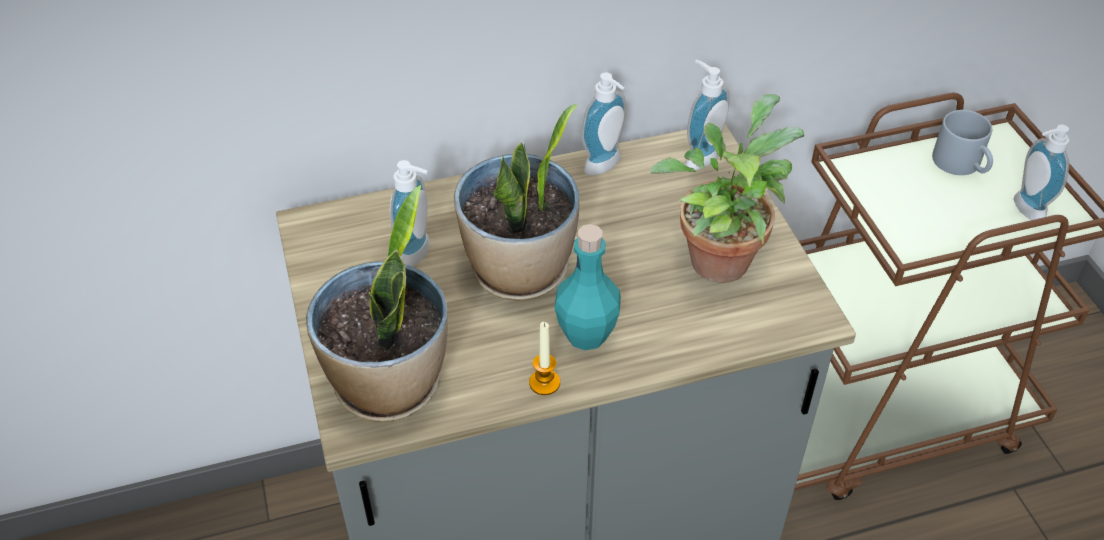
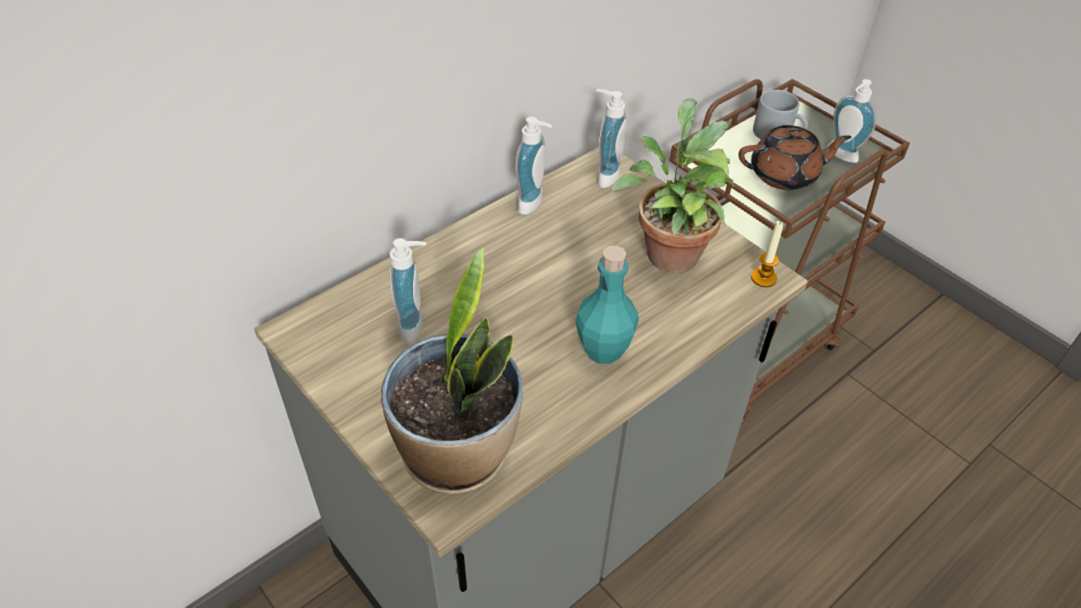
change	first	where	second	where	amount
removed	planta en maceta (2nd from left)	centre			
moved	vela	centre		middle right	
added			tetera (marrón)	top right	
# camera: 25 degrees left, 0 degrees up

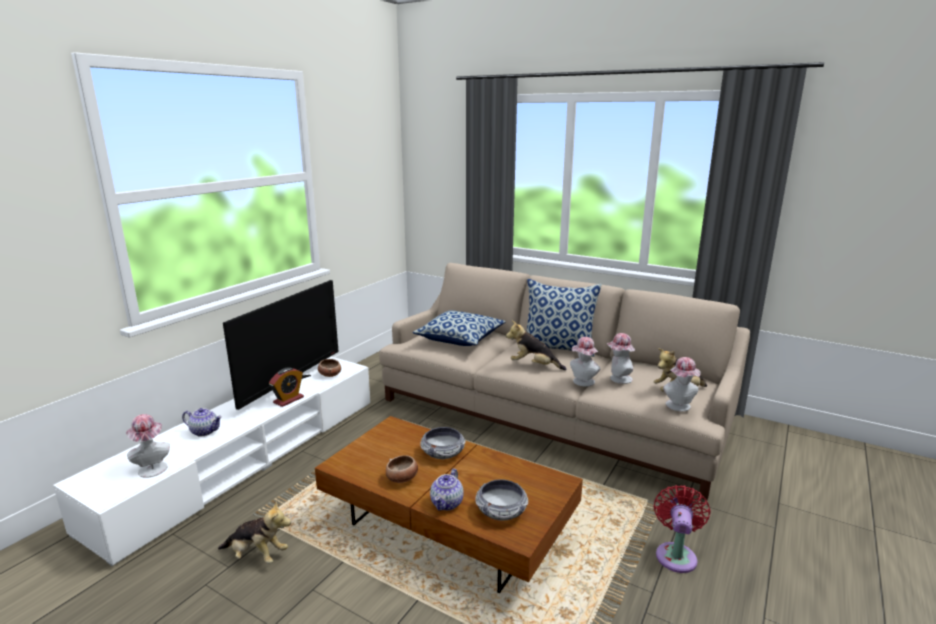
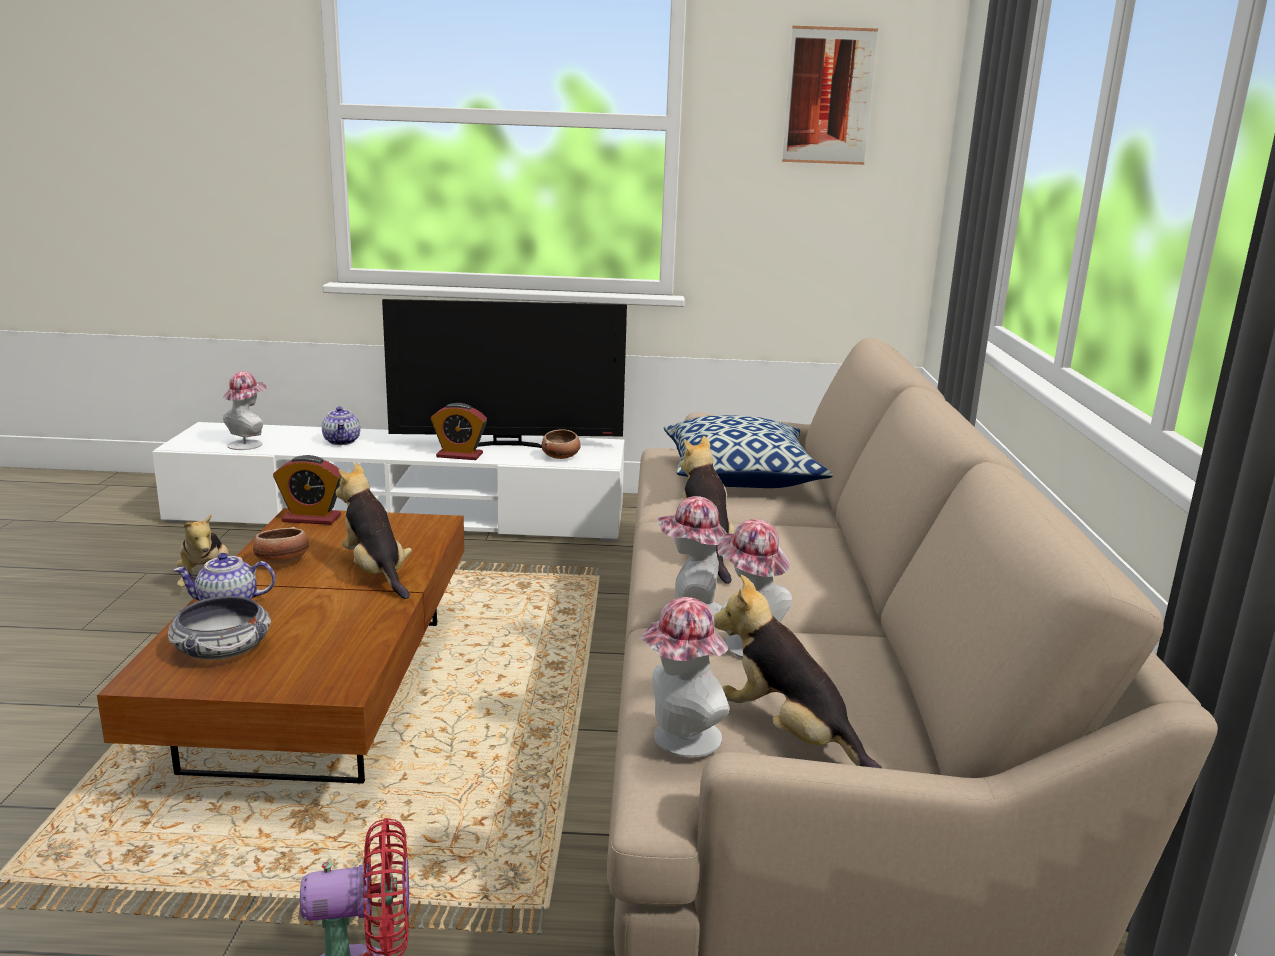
change	first	where	second	where	amount
removed	cojín (2nd from left)	centre			
replaced	cuenco (3rd from left)	bottom centre	peluche (2nd from left)	middle left	
added			cuadro	top centre	
added			despertador (1st from left)	middle left	
# camera: 60 degrees right, 0 degrees up

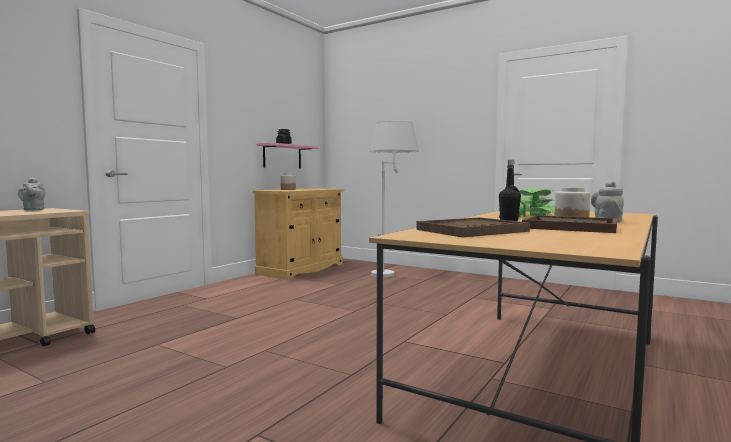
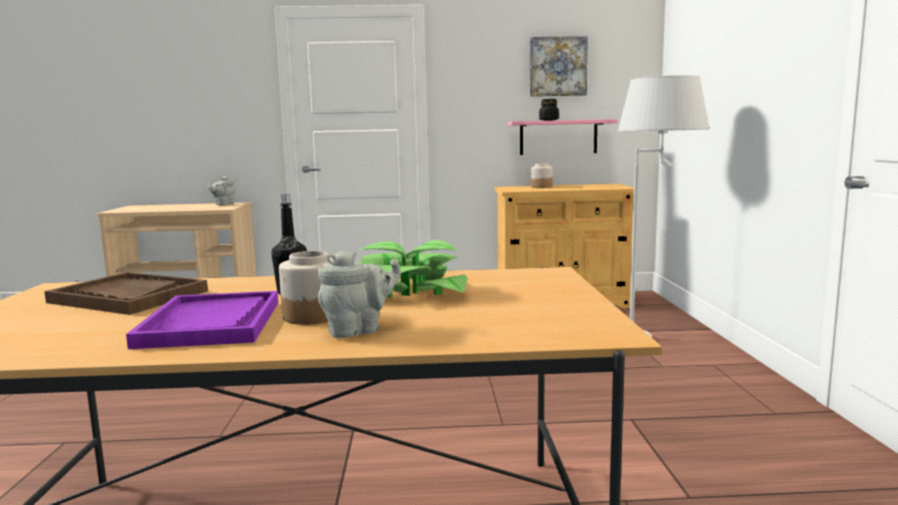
change	first	where	second	where	amount
recoloured	bandeja (marrón) (2nd from left)	middle right	bandeja (morado)	middle left	
added			cuadro	top centre	
# camera: 55 degrees right, 5 degrees up

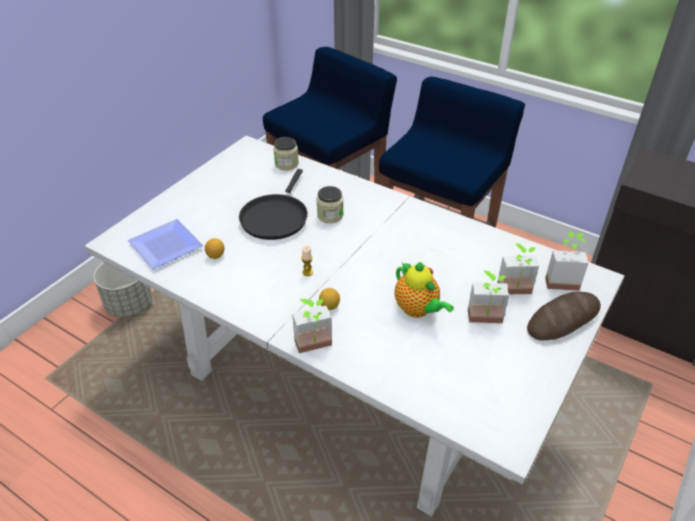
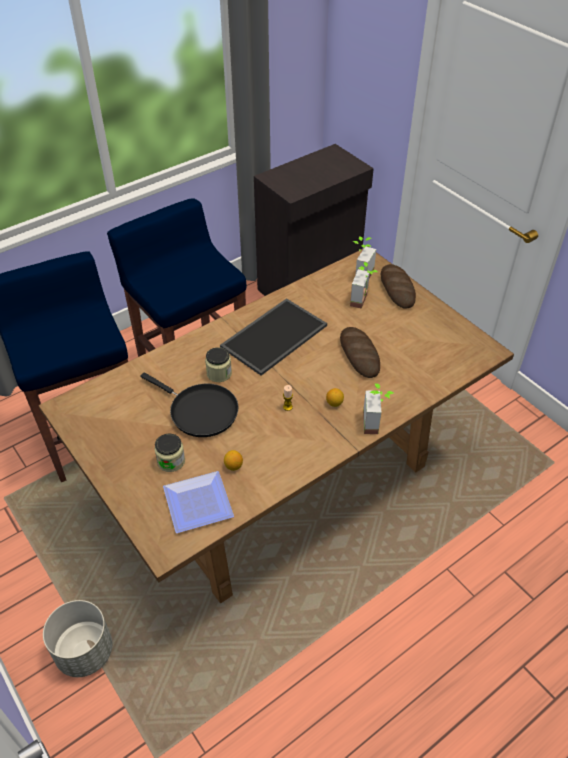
change	first	where	second	where	amount
recoloured	mesa de comedor (blanco)	centre	mesa de comedor (marrón)	centre	
moved	tarro (1st from left)	top centre		middle left	
replaced	tetera	centre	pan (1st from left)	centre	
removed	planta en maceta (2nd from left)	middle right			
added			bandeja	centre	
# camera: 70 degrees left, 5 degrees up

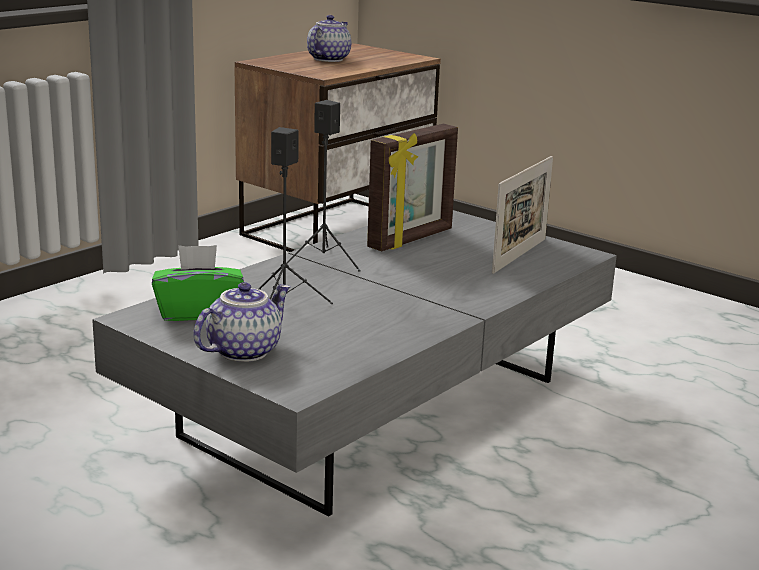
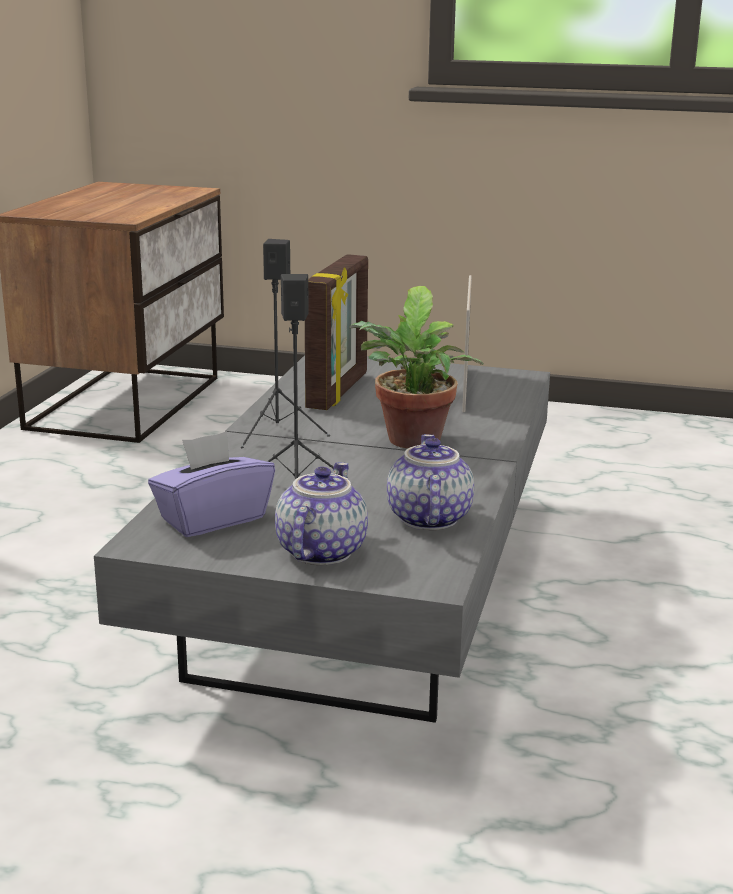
change	first	where	second	where	amount
moved	tetera (2nd from left)	top centre		centre	
recoloured	caja de pañuelos (verde)	middle left	caja de pañuelos (morado)	middle left	
added			planta en maceta	centre	
# camera: 25 degrees left, 0 degrees up

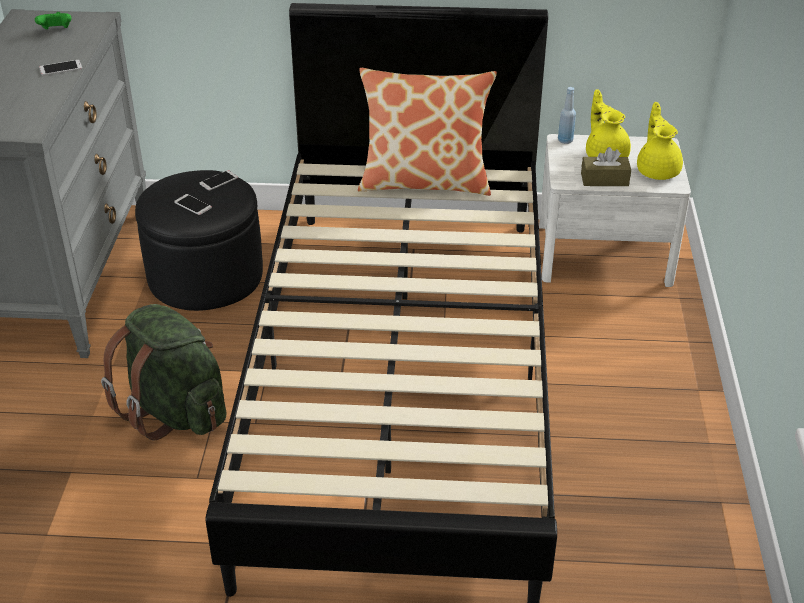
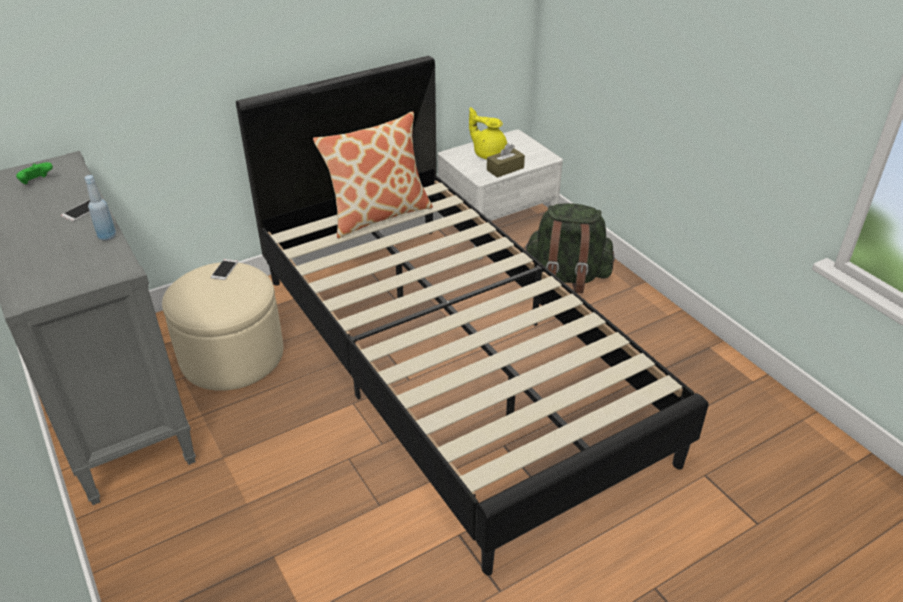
change	first	where	second	where	amount
moved	botella (azul)	top right		middle left	
removed	tetera (amarillo) (2nd from left)	top right			
recoloured	puf (negro)	middle left	puf (beis)	middle left	
removed	móvil (2nd from left)	middle left			
moved	mochila (verde)	middle left		centre	
# camera: 35 degrees left, 0 degrees up

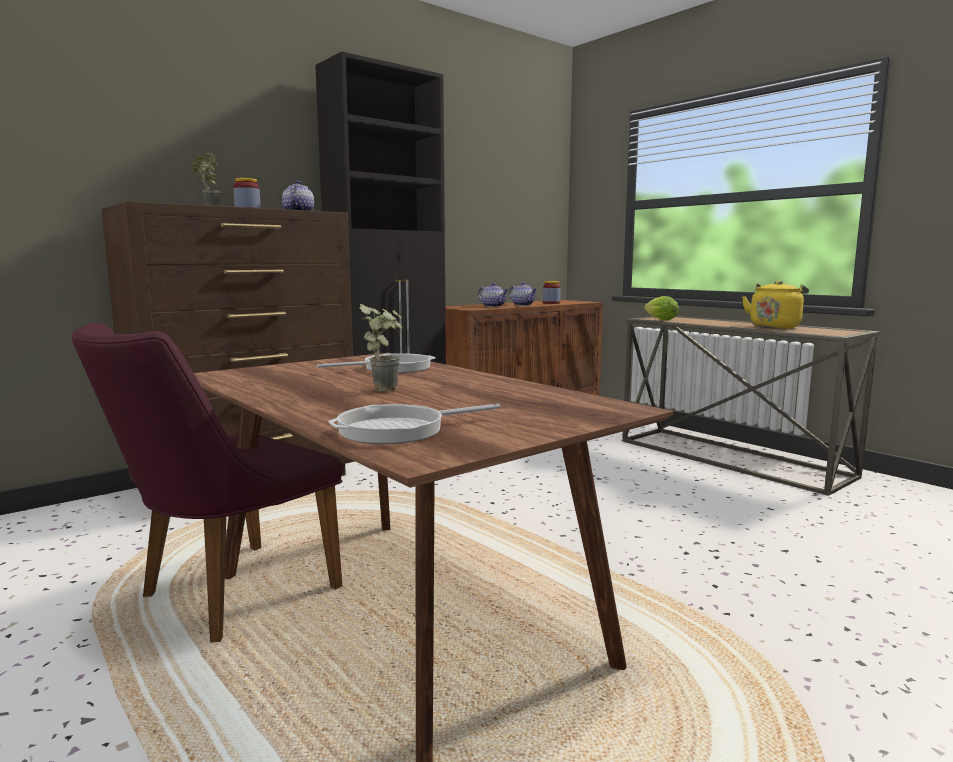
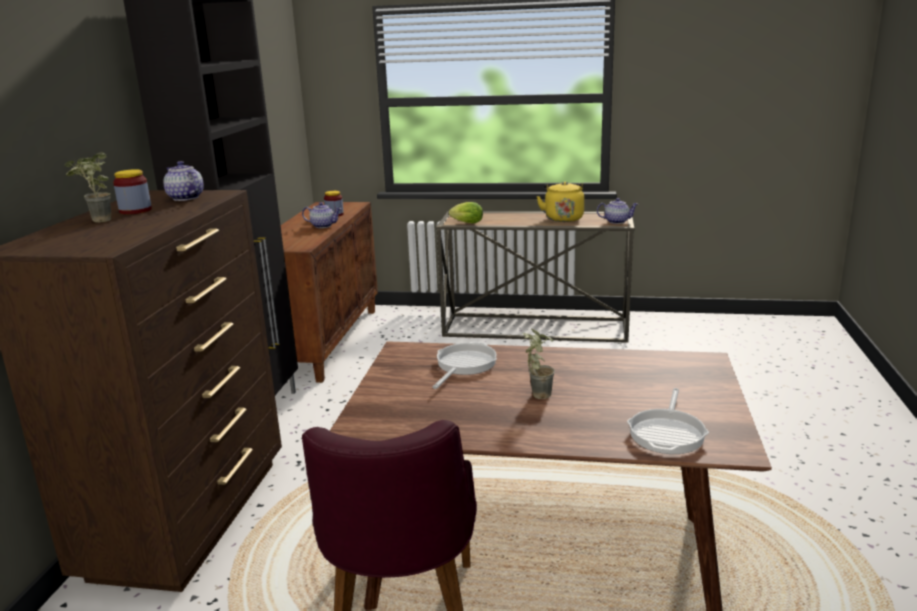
change	first	where	second	where	amount
moved	tetera (2nd from left in the first image)	centre	tetera (3rd from left)	middle right	
# camera: 40 degrees left, 10 degrees up

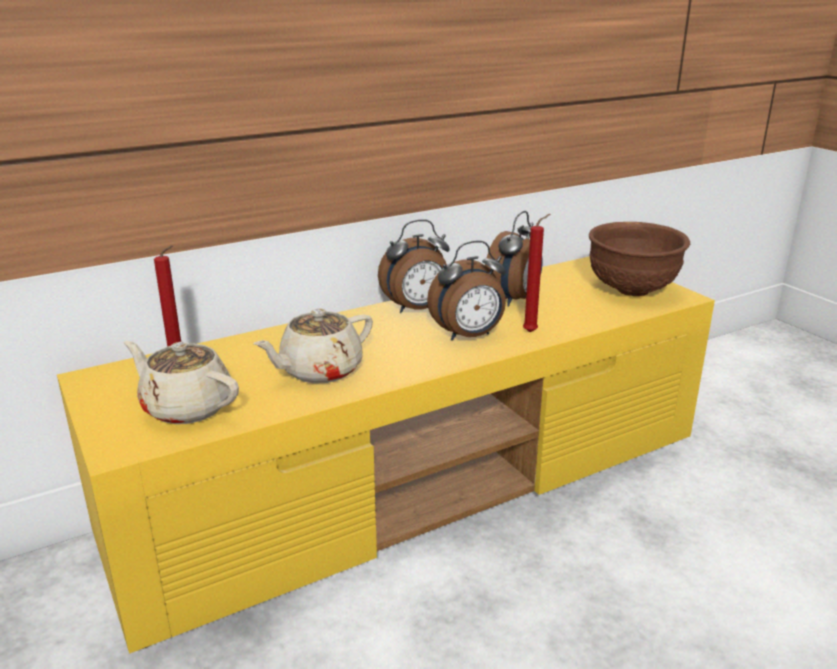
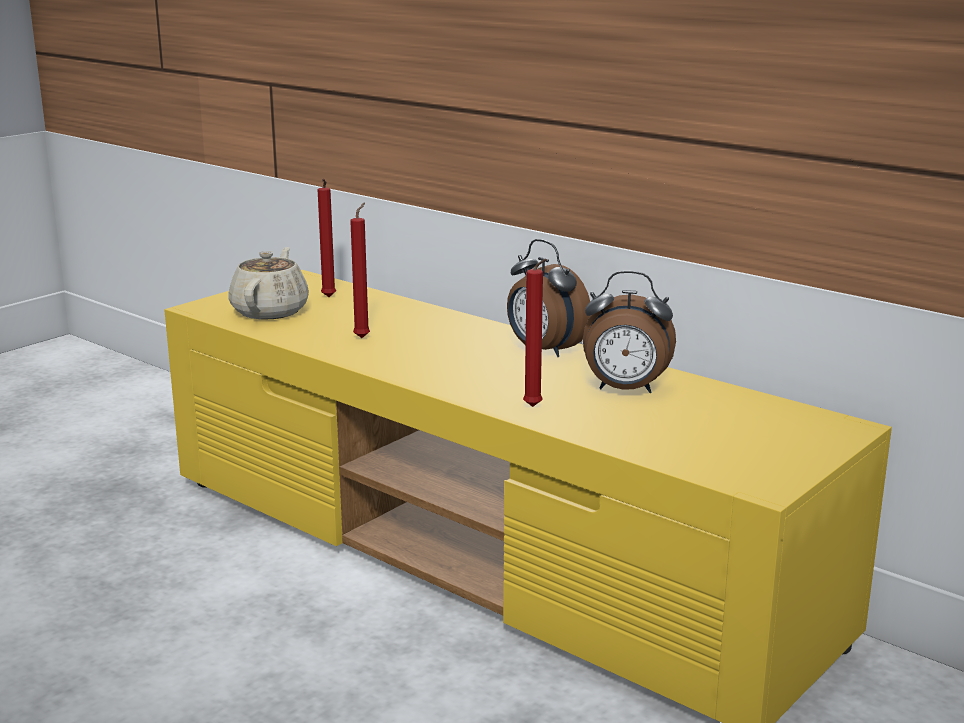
change	first	where	second	where	amount
removed	cuenco (marrón)	middle right			
removed	despertador (2nd from left)	centre			
replaced	tetera (beis) (2nd from left)	centre	vela (rojo) (2nd from left)	centre	
# camera: 70 degrees right, 5 degrees down

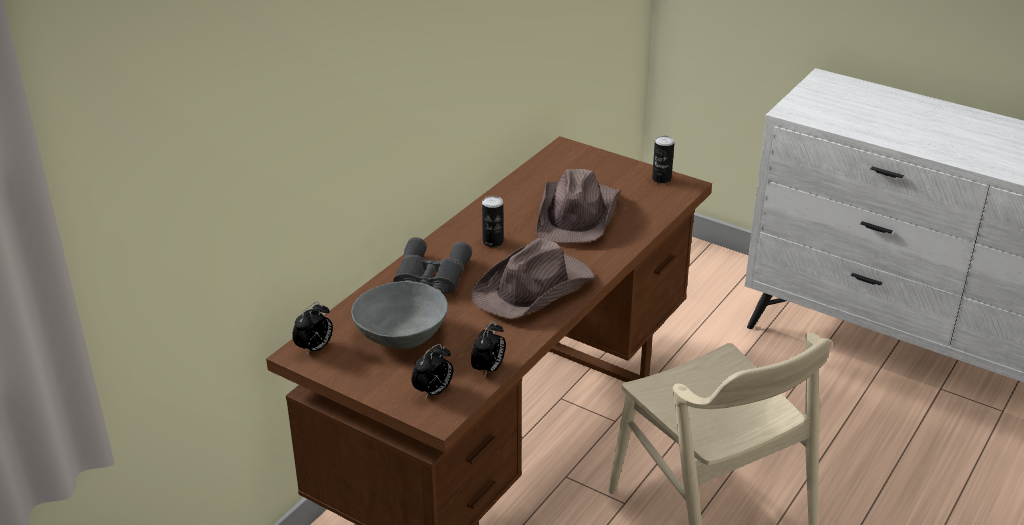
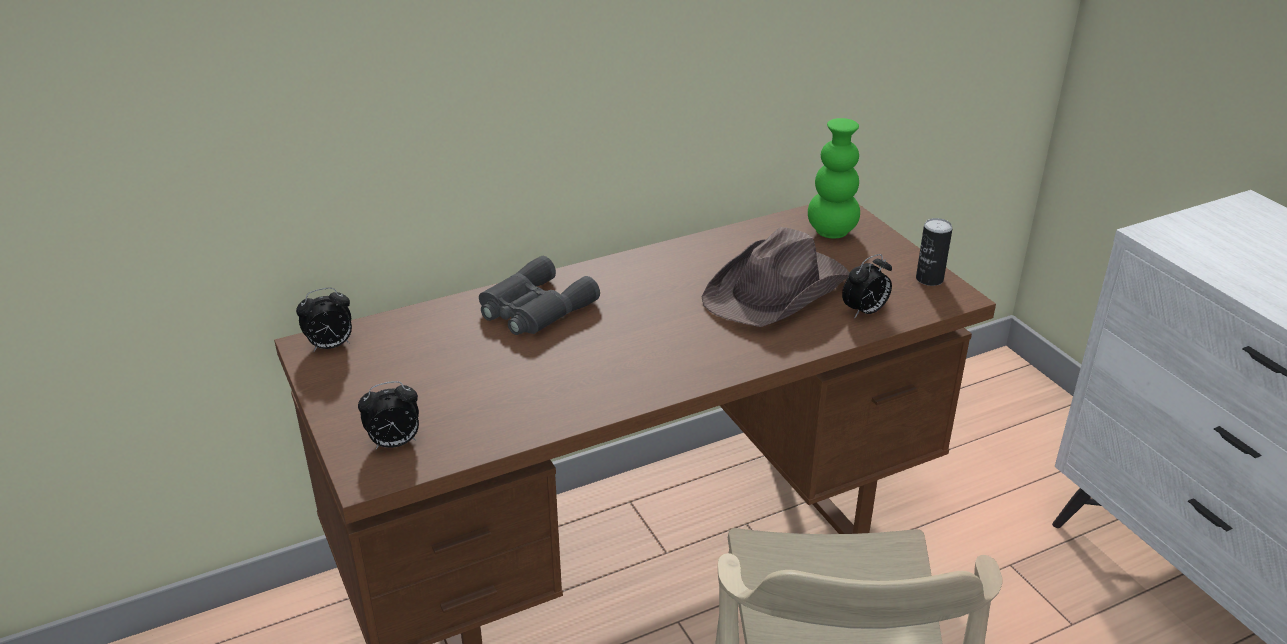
change	first	where	second	where	amount
removed	lata (1st from left)	centre			
removed	sombrero (marrón) (1st from left)	centre			
removed	cuenco (gris)	centre			
moved	despertador (3rd from left)	centre		middle right	
added			florero (verde)	top centre	
# camera: 30 degrees right, 0 degrees up

